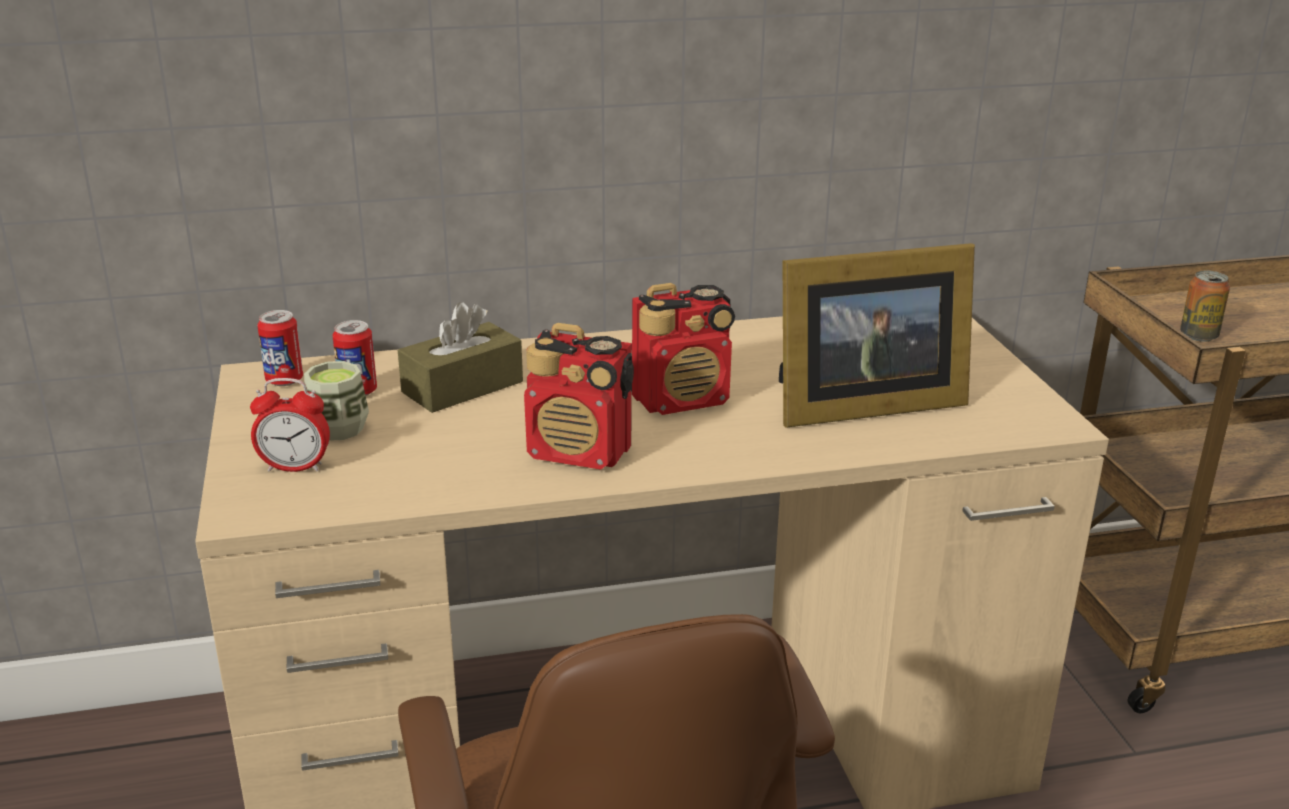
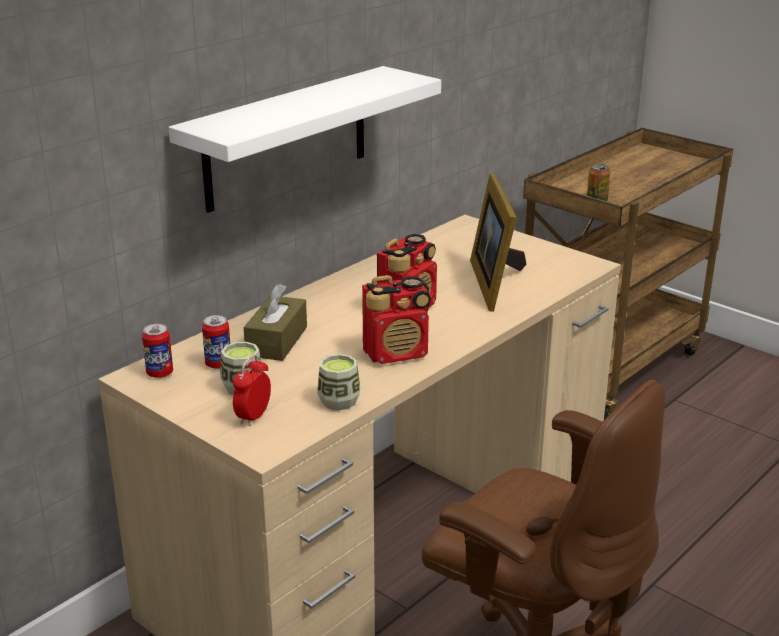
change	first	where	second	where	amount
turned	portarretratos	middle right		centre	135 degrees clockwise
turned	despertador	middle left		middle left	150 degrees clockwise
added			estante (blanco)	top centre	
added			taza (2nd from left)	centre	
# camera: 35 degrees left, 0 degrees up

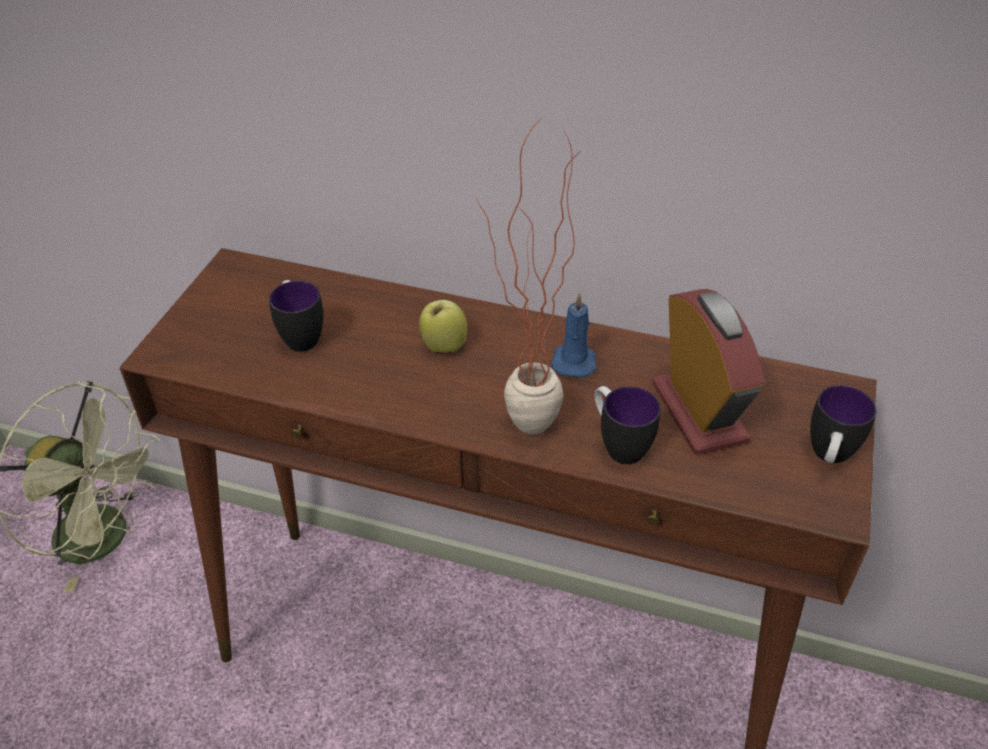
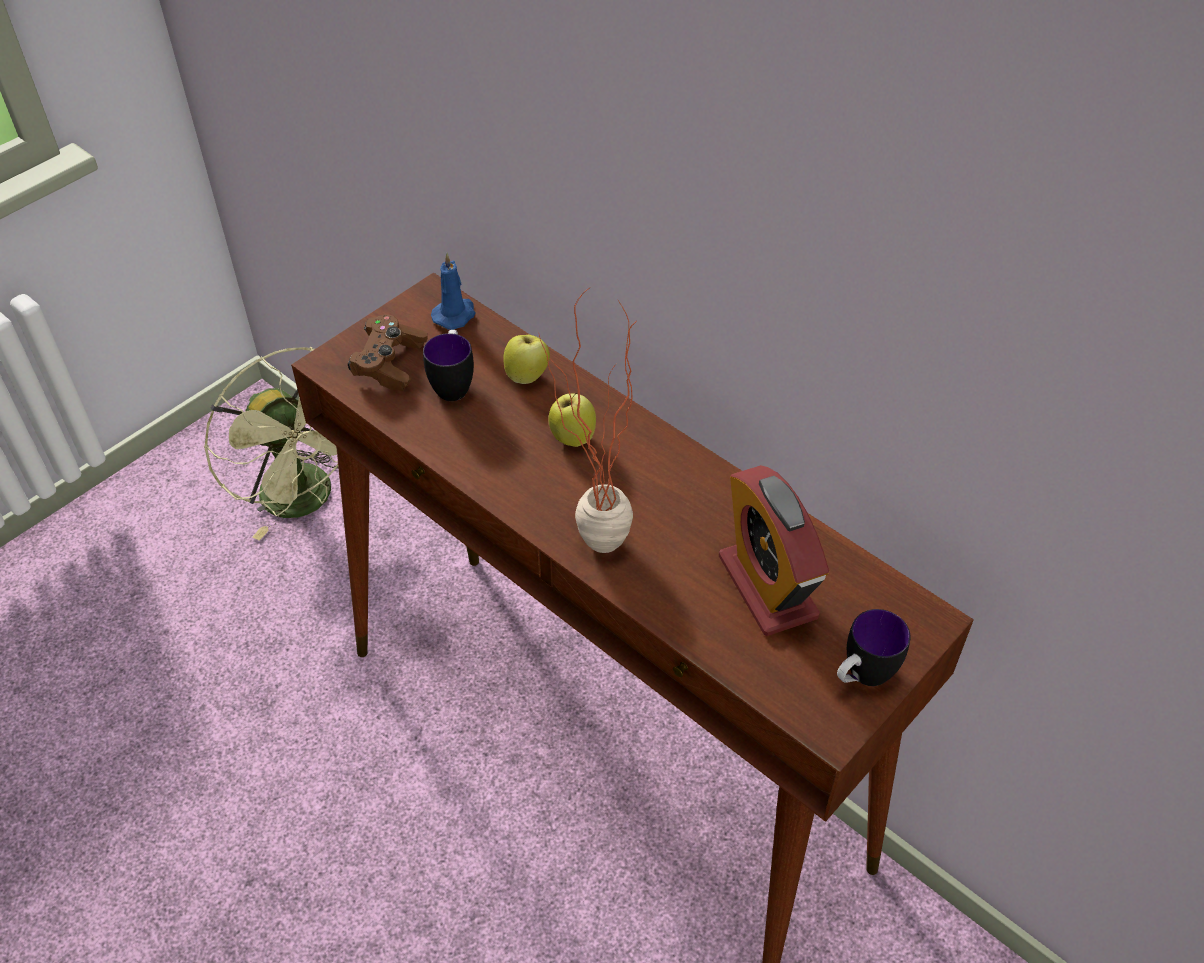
change	first	where	second	where	amount
turned	despertador	middle right		centre	150 degrees clockwise
moved	vela (azul)	centre		top centre	
removed	taza grande (2nd from left)	centre			
added			mando de consola (marrón)	middle left	
added			manzana (1st from left)	centre	
# camera: 25 degrees right, 5 degrees up

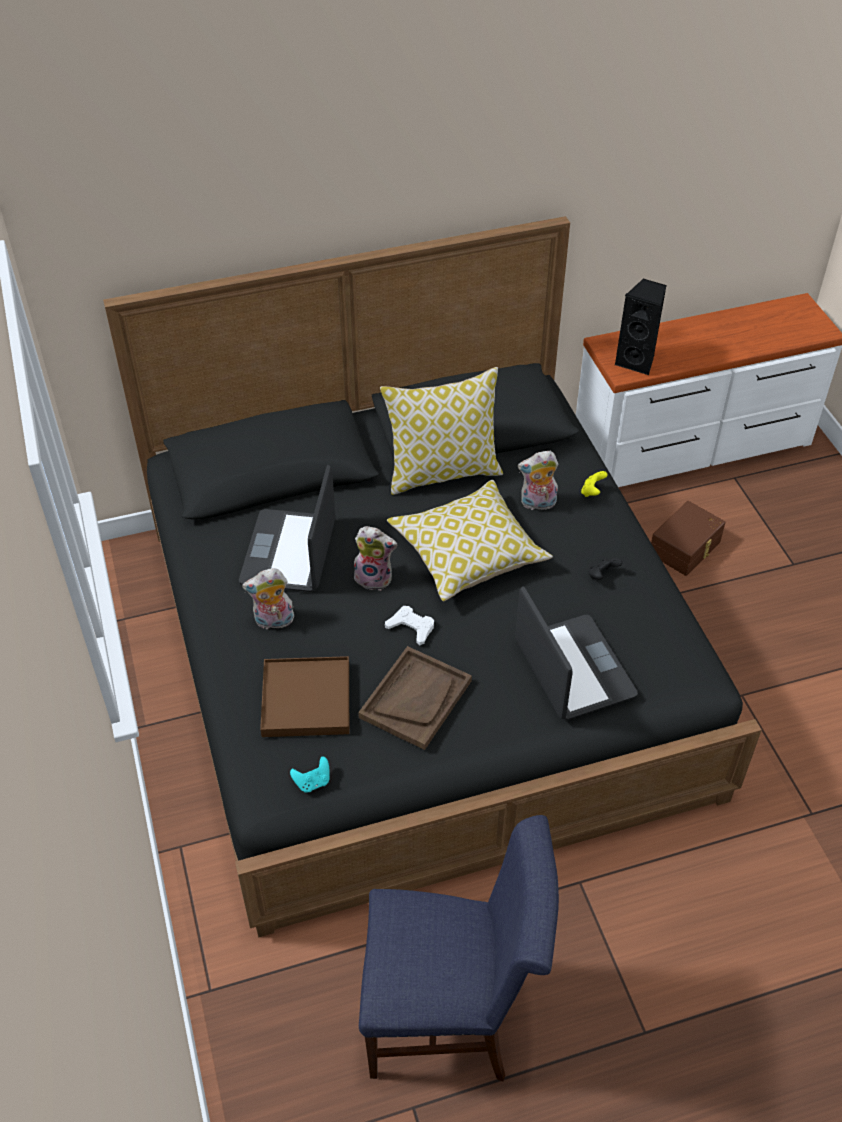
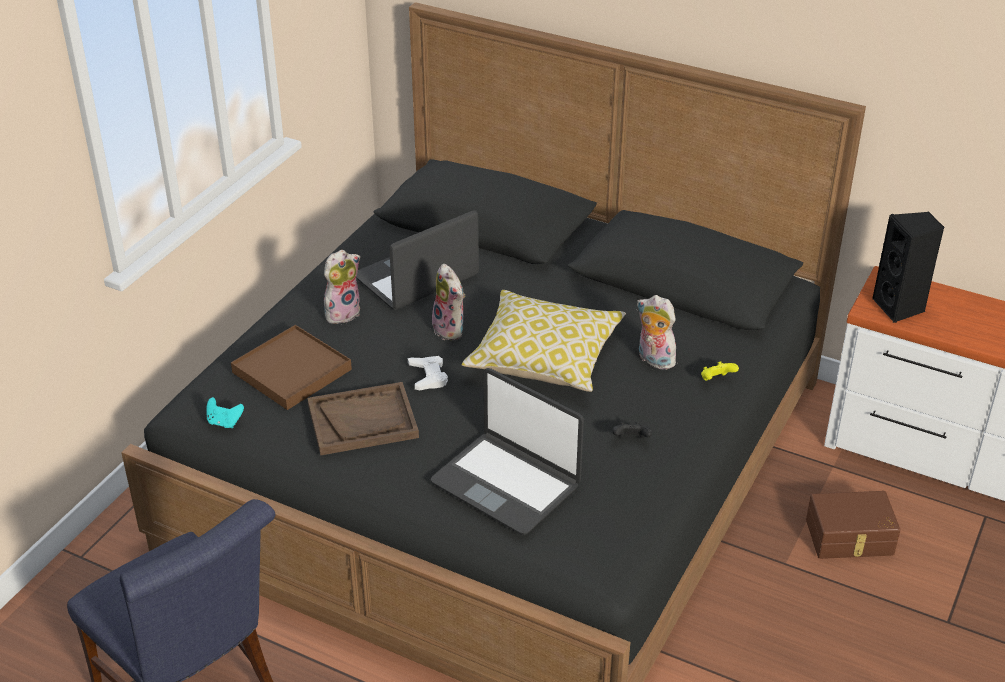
change	first	where	second	where	amount
removed	cojín (1st from left)	centre			
turned	peluche (1st from left)	middle left		centre	105 degrees clockwise
turned	portátil (2nd from left)	middle right		centre	105 degrees clockwise
# camera: 45 degrees right, 10 degrees down

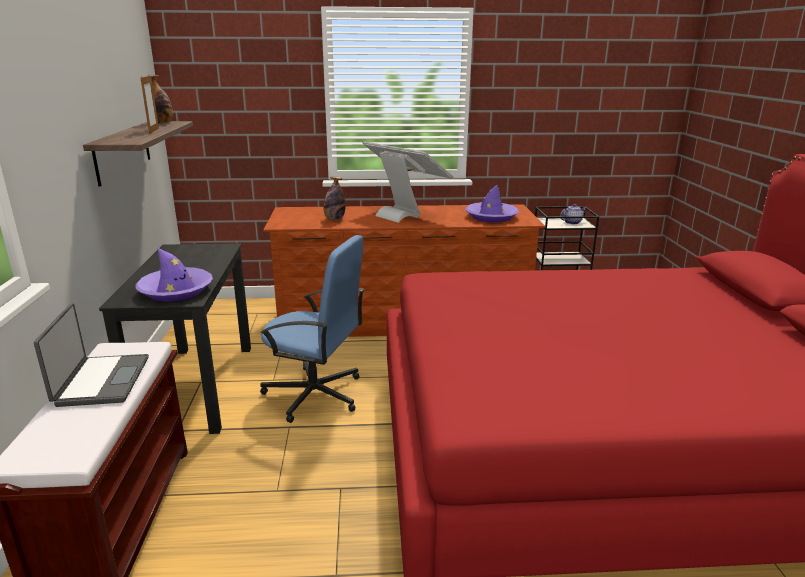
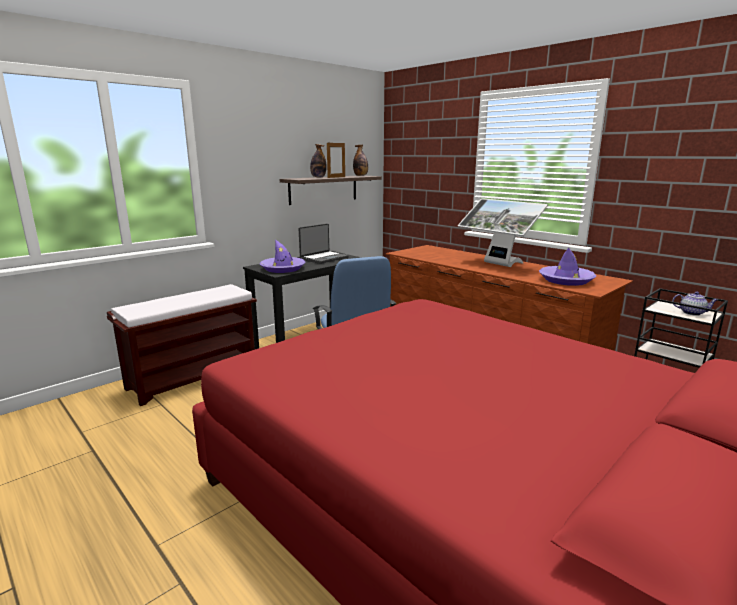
change	first	where	second	where	amount
turned	monitor	top centre		middle right	135 degrees clockwise
moved	botella (2nd from left in the first image)	centre	botella (1st from left)	top centre	
moved	portátil	middle left		centre	
# camera: 50 degrees right, 5 degrees down

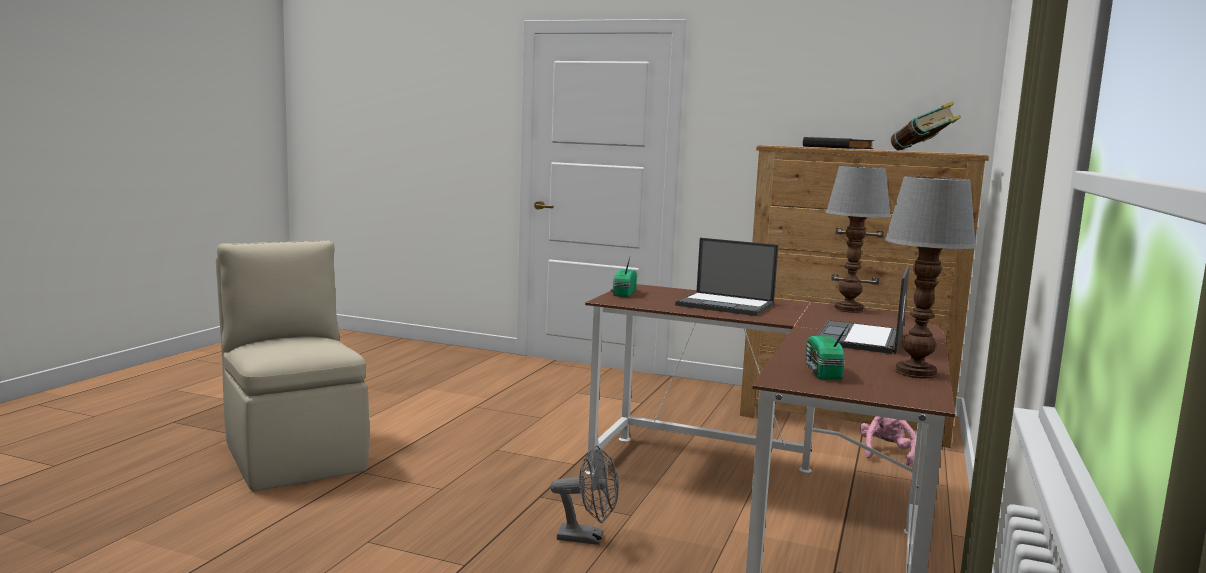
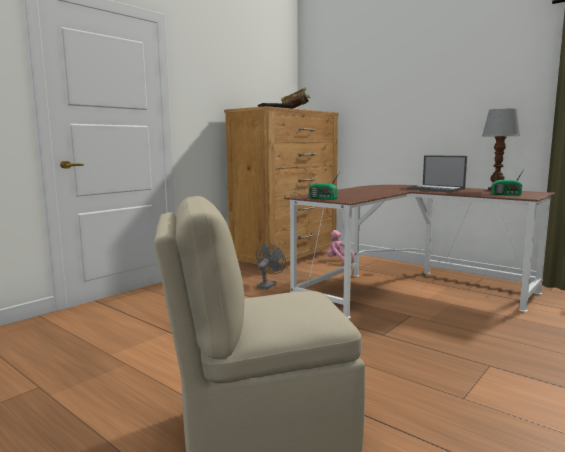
change	first	where	second	where	amount
removed	lámpara de mesa (1st from left)	middle right			
removed	portátil (1st from left)	centre			
moved	ventilador (gris)	bottom centre		centre	
# camera: 70 degrees left, 0 degrees up

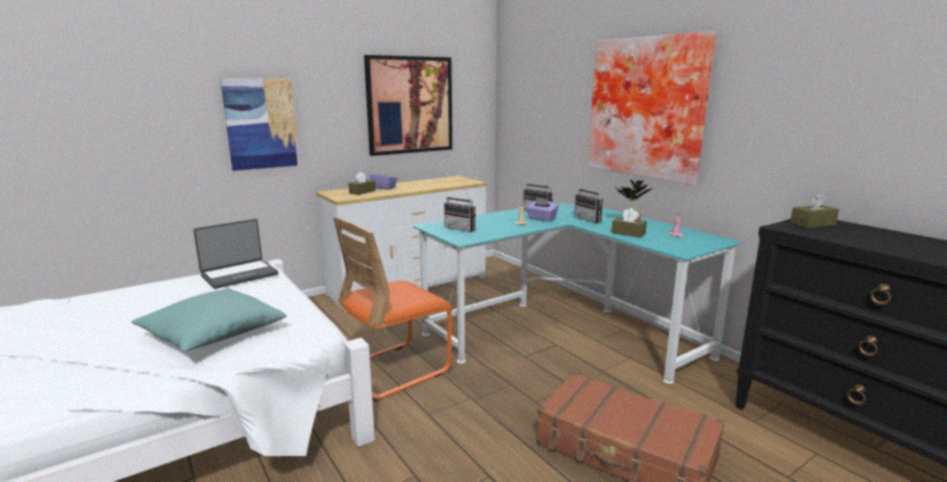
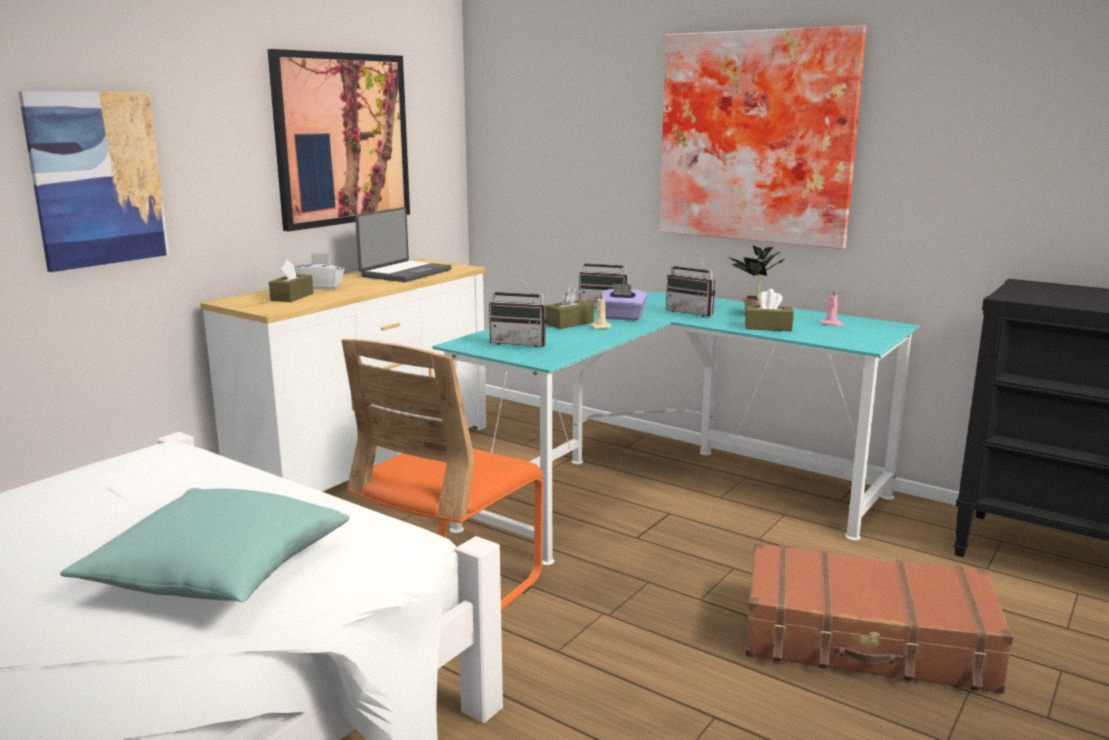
change	first	where	second	where	amount
recoloured	caja de pañuelos (morado) (1st from left)	centre	caja de pañuelos (blanco)	middle left	
moved	caja de pañuelos (marrón) (3rd from left in the first image)	middle right	caja de pañuelos (marrón) (2nd from left)	centre	
moved	portátil	middle left		top centre	
# camera: 20 degrees left, 0 degrees up

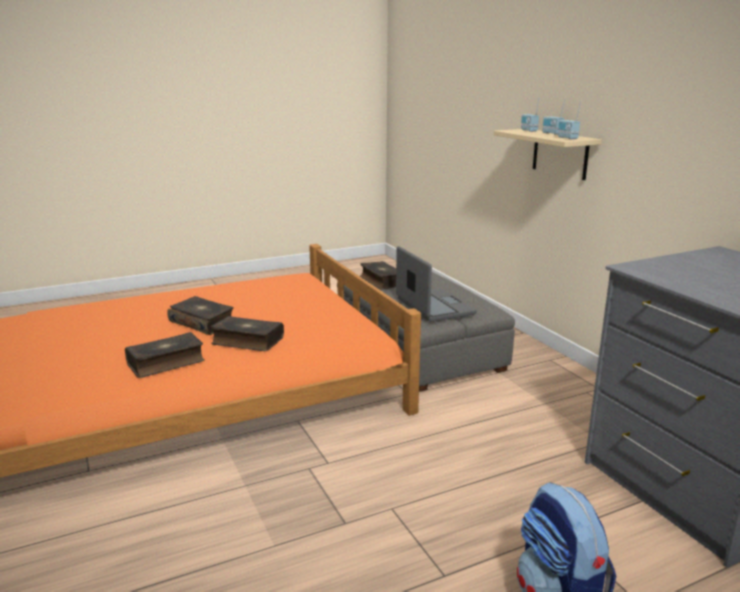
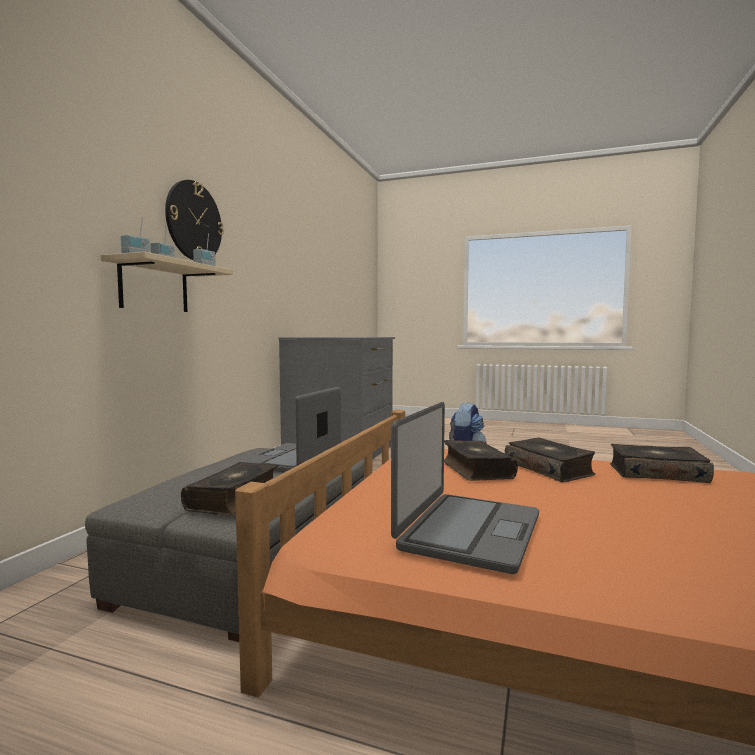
change	first	where	second	where	amount
moved	libro (2nd from left)	middle left		centre	
added			reloj de pared	top left	
added			portátil (2nd from left)	centre	
# camera: 135 degrees left, 15 degrees down

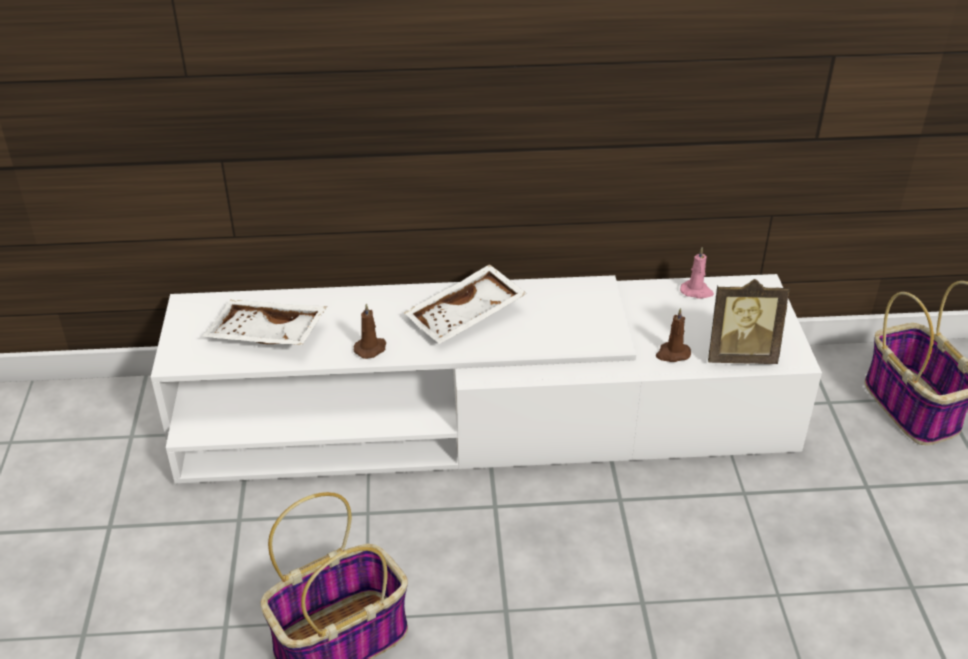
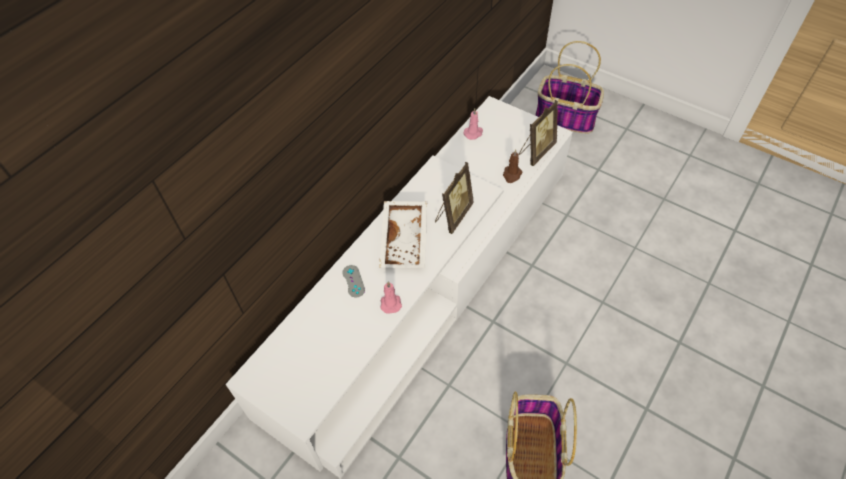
change	first	where	second	where	amount
removed	bandeja (blanco) (1st from left)	middle left			
recoloured	vela (marrón) (1st from left)	centre	vela (rosa) (1st from left)	centre	
added			portarretratos (1st from left)	centre	
added			mando de consola (gris)	centre	
# camera: 50 degrees left, 15 degrees up

